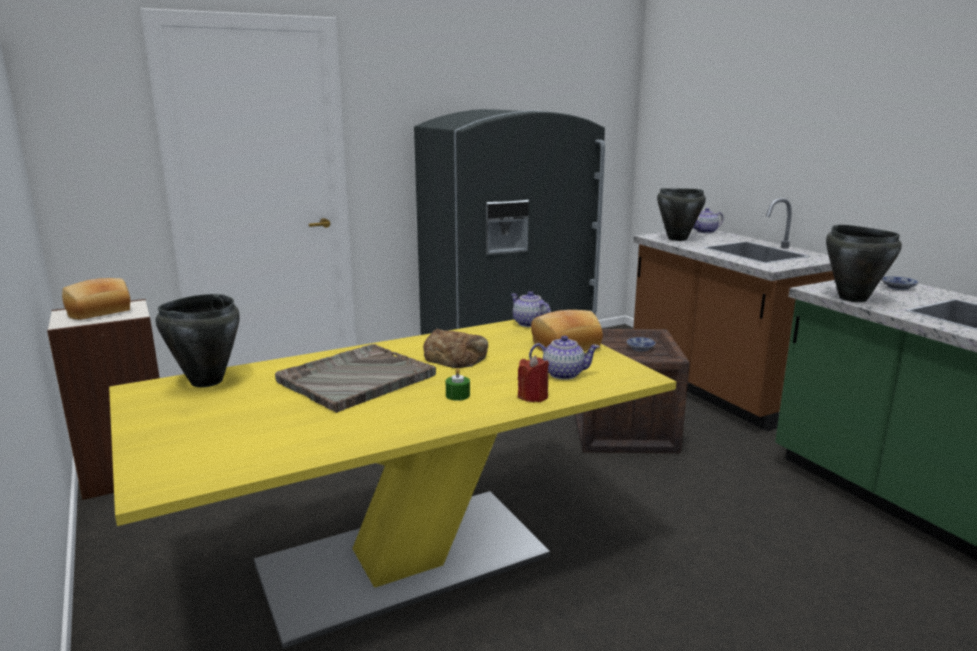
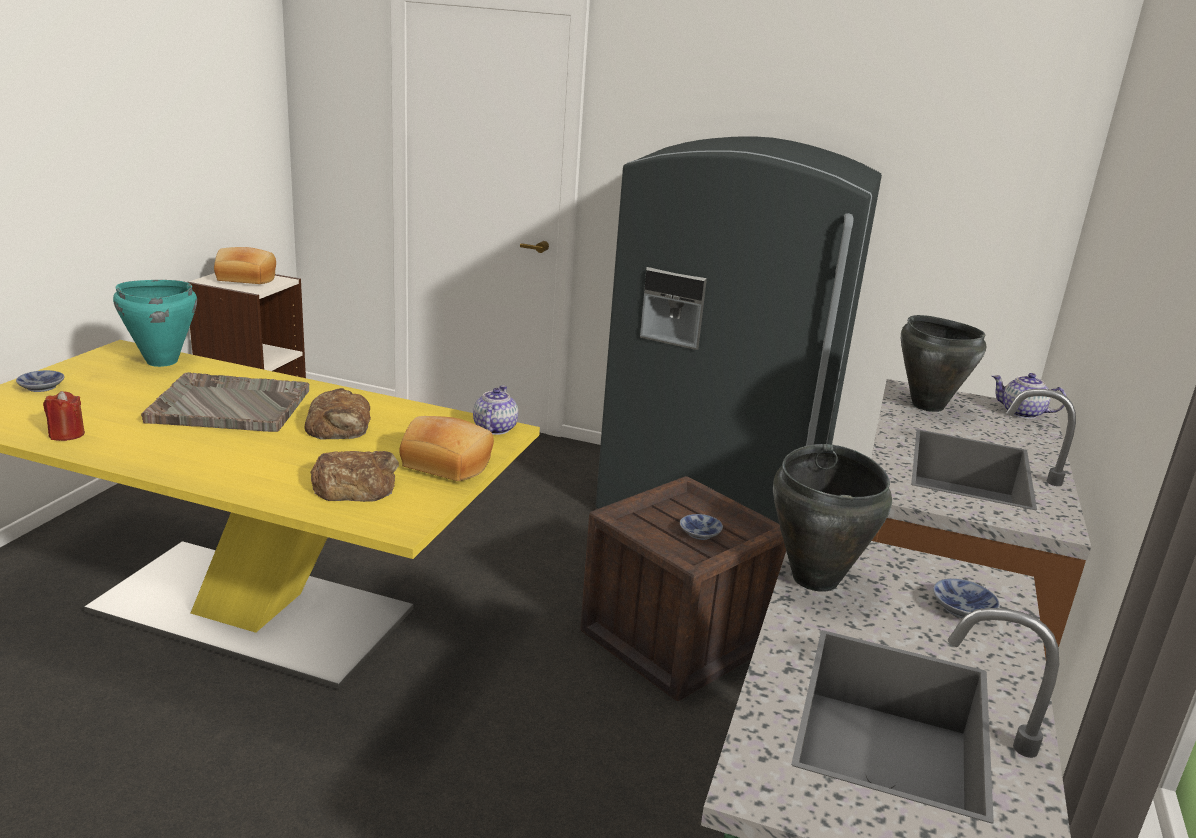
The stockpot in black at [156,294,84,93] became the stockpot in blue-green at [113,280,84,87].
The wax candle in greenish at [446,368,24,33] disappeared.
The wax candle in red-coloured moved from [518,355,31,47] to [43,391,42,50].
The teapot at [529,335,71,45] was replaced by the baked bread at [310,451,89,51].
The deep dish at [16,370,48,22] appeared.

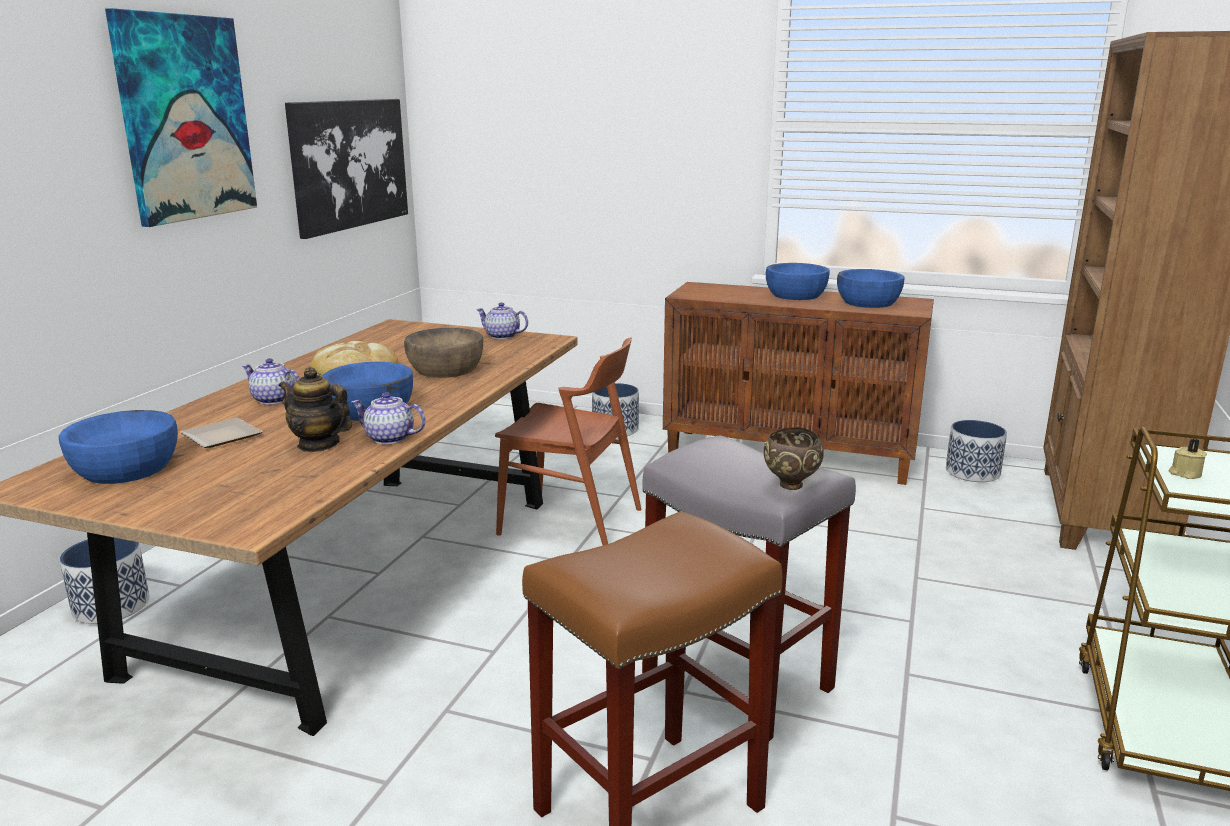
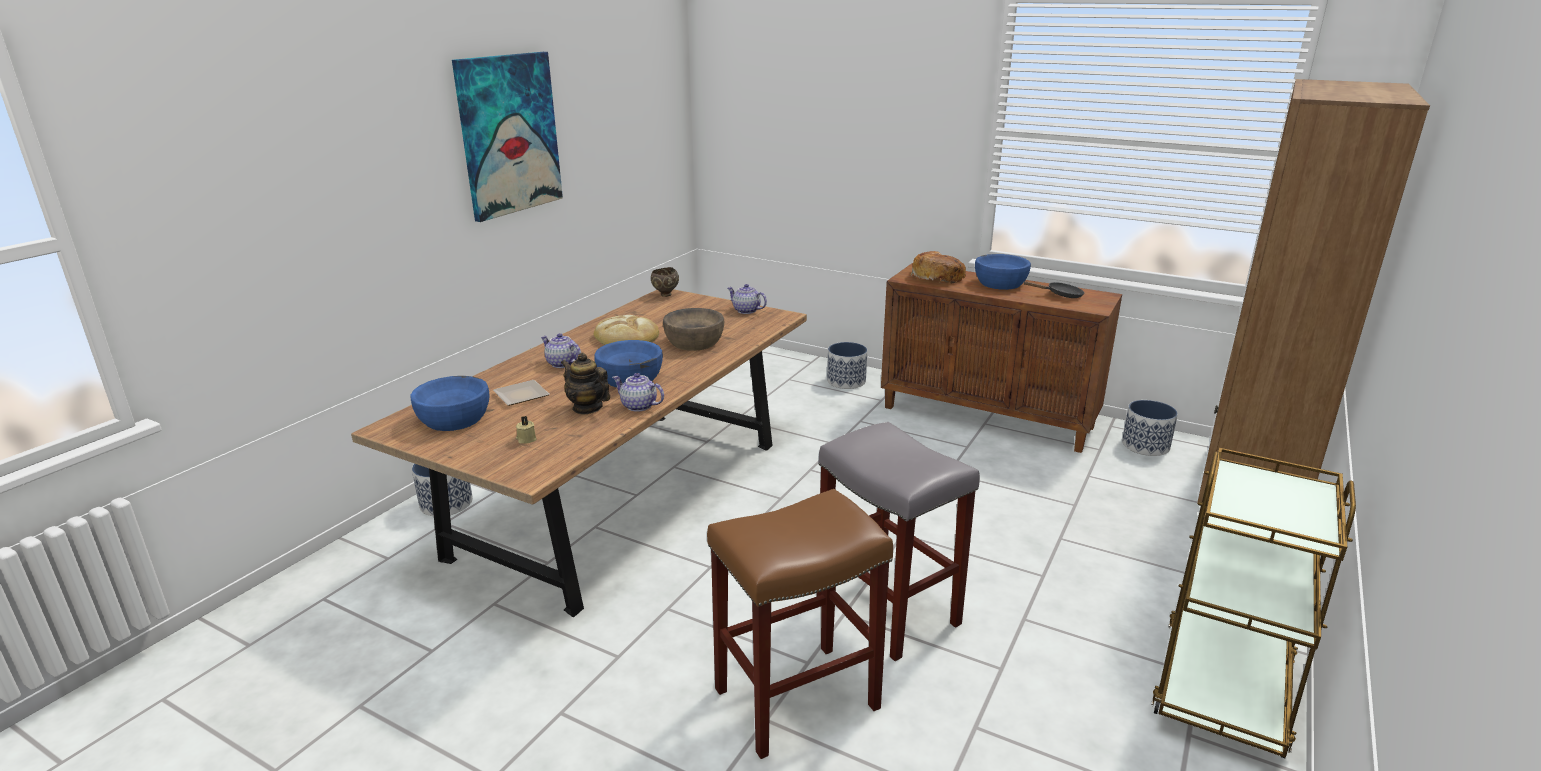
The picture at [285,99,123,140] disappeared.
The plain chair in brown-coloured at [495,337,146,208] disappeared.
The deep dish in brown-coloured moved from [764,427,60,63] to [651,267,28,30].
The deep dish in blue at [837,269,67,39] was replaced by the frying pan in black at [1024,281,60,17].
The wax candle in sand-coloured moved from [1168,439,39,40] to [516,416,21,28].
The baked bread at [910,251,56,33] appeared.

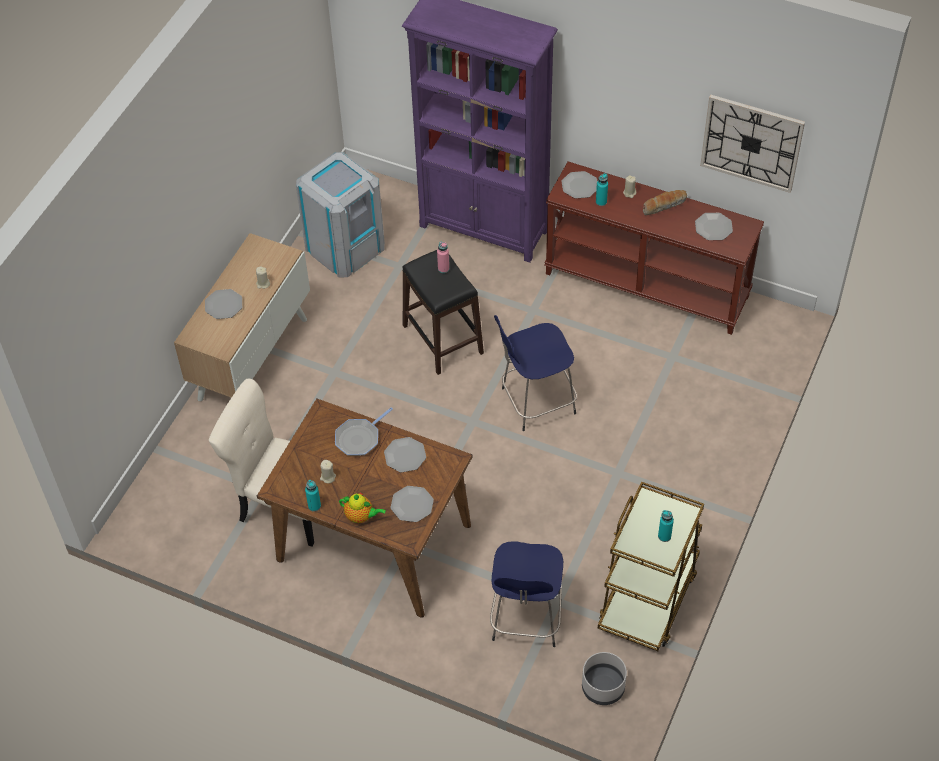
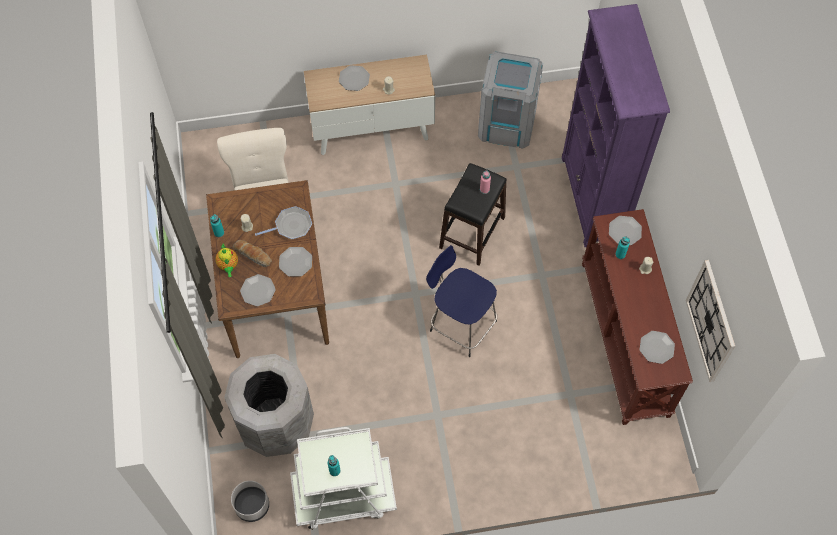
The frying pan at [335,407,58,49] turned 150 degrees clockwise.
The stool seat in blue at [490,541,73,106] was replaced by the trash can in gray at [224,354,90,103].
The trolley in brown-coloured at [598,481,106,170] became the trolley in white at [290,427,107,103].
The baked bread moved from [643,190,44,25] to [233,240,39,27].

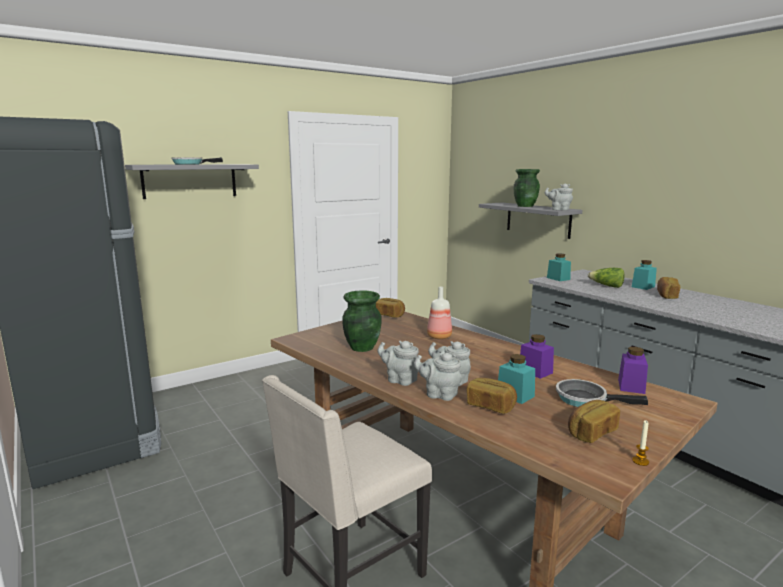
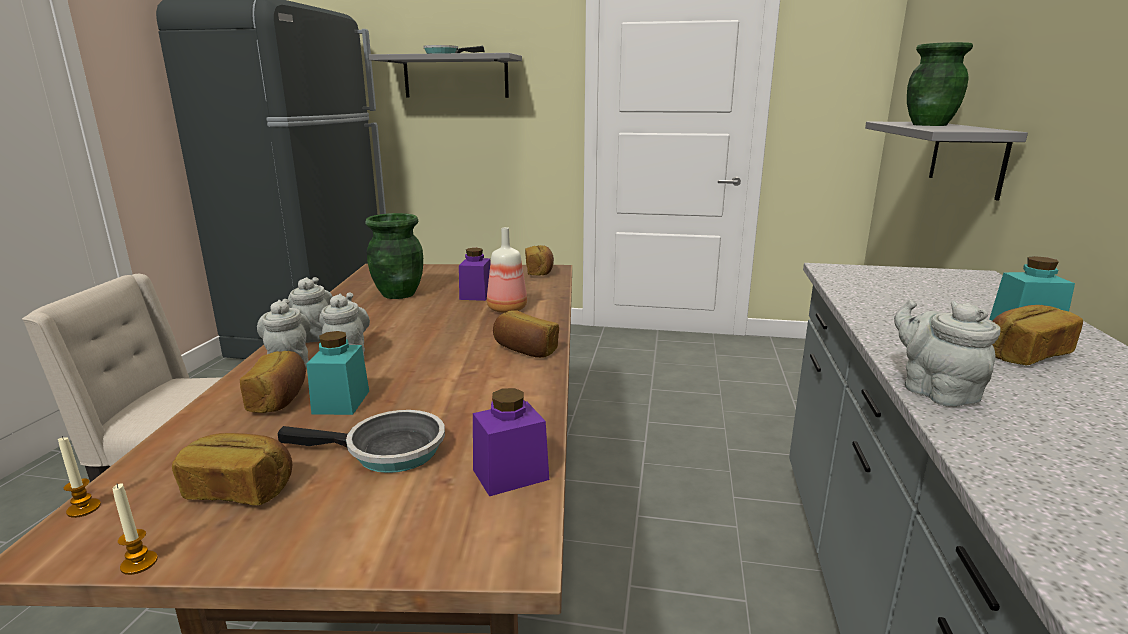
The preserve jar in purple-coloured moved from [520,334,34,45] to [459,248,32,53].
The teapot in gray moved from [545,184,28,26] to [894,300,107,107].
The preserve jar in blue-green at [547,253,24,28] disappeared.
The frying pan at [556,379,92,28] turned 120 degrees clockwise.
The lettuce at [588,268,37,20] disappeared.
The wax candle at [58,436,43,82] appeared.
The baked bread at [493,310,66,48] appeared.

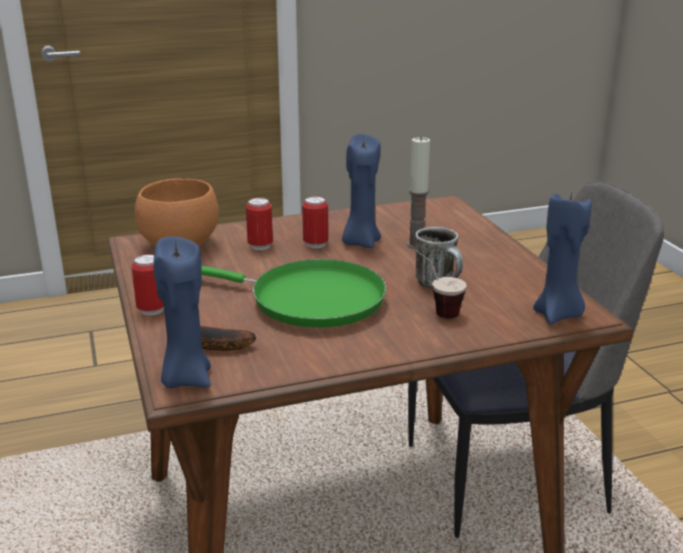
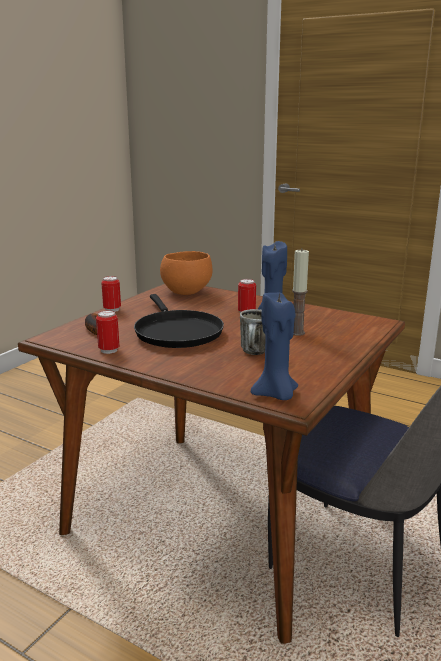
The wax candle in blue at [153,236,58,152] disappeared.
The frying pan in greenish at [202,259,184,69] became the frying pan in black at [134,294,90,54].
The sealed can moved from [246,197,27,53] to [96,310,23,44].
The drinking cup at [415,250,52,69] disappeared.

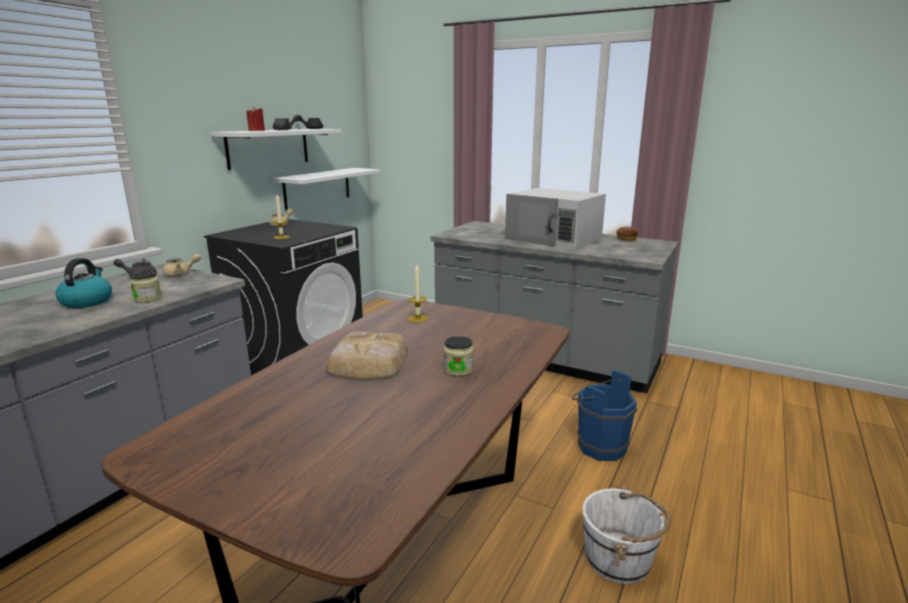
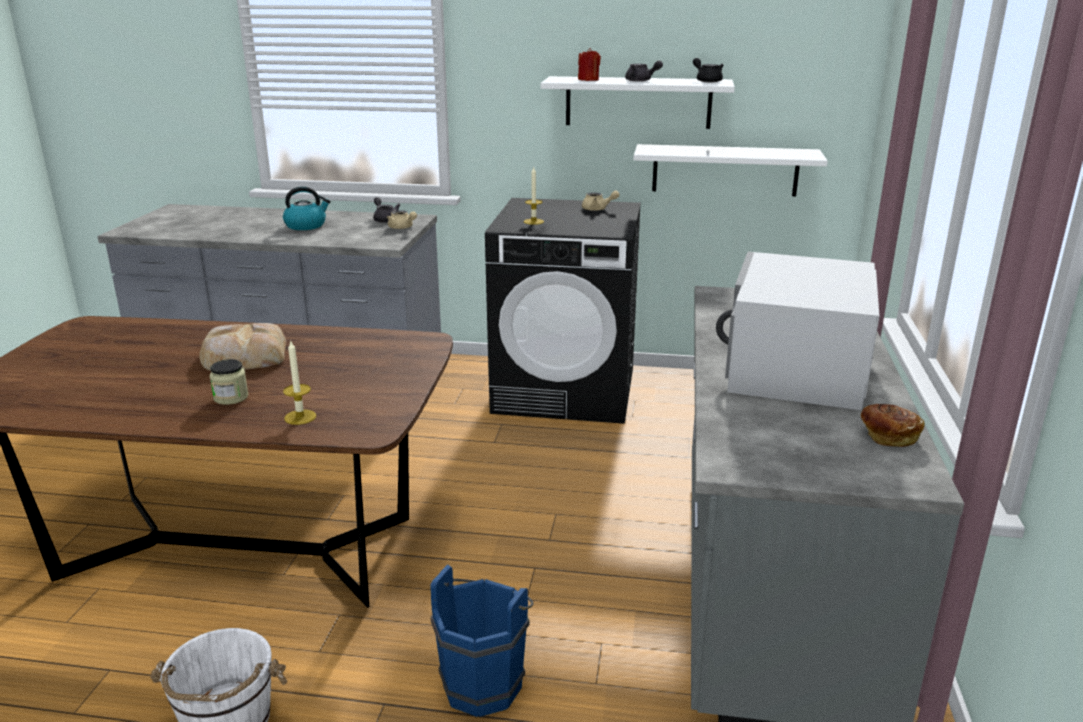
The preserve jar at [130,271,32,32] disappeared.
The wax candle moved from [408,265,21,58] to [283,341,33,84].

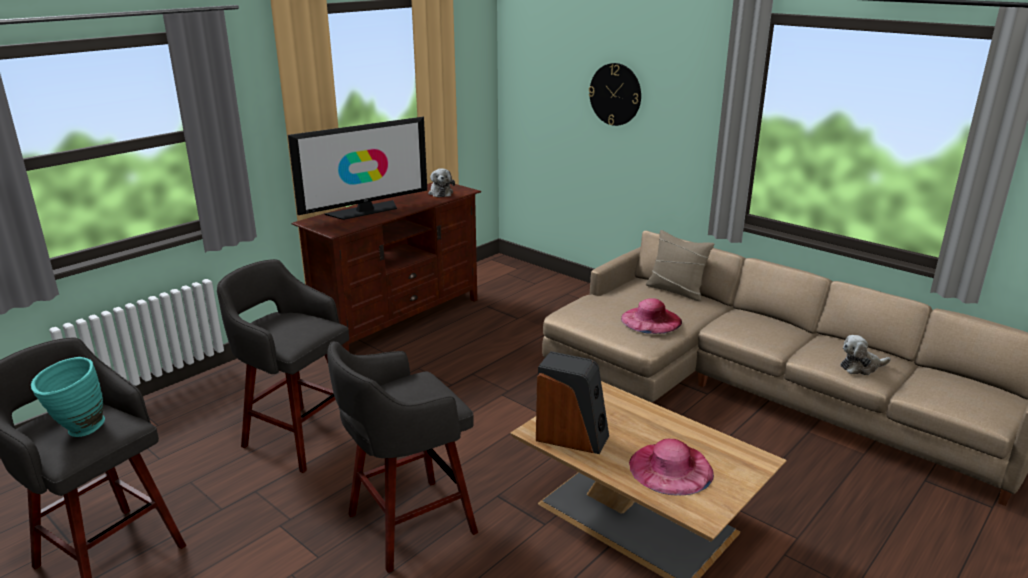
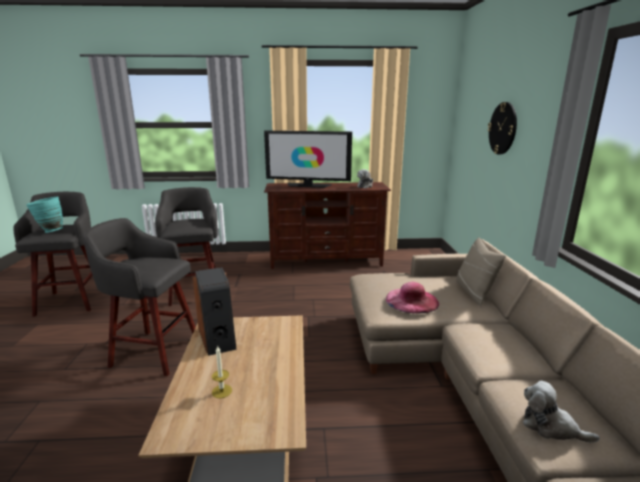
The hat in pinkish at [629,439,85,56] was replaced by the wax candle at [212,345,20,53].

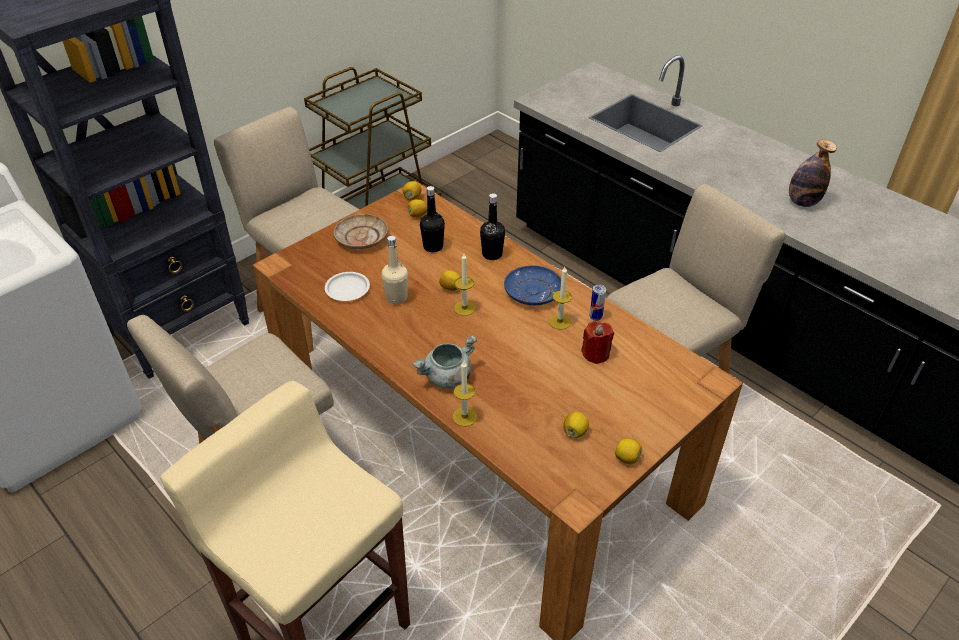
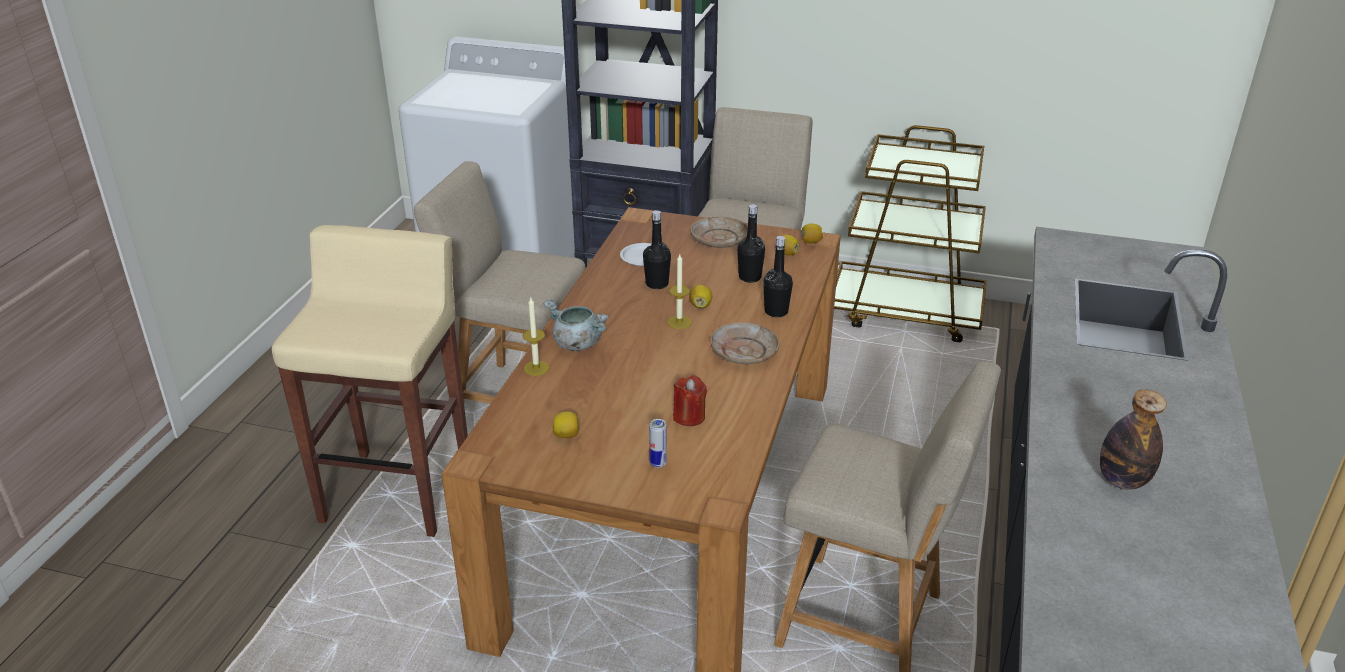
The beverage bottle in sand-coloured at [381,236,27,68] became the beverage bottle in black at [643,210,28,79].
The dinner plate in blue at [504,265,57,40] became the dinner plate in sand-coloured at [710,322,70,42].
The wax candle at [549,267,23,63] disappeared.
The sealed can moved from [590,285,16,36] to [649,419,18,49].
The whole lemon at [615,438,27,26] disappeared.

